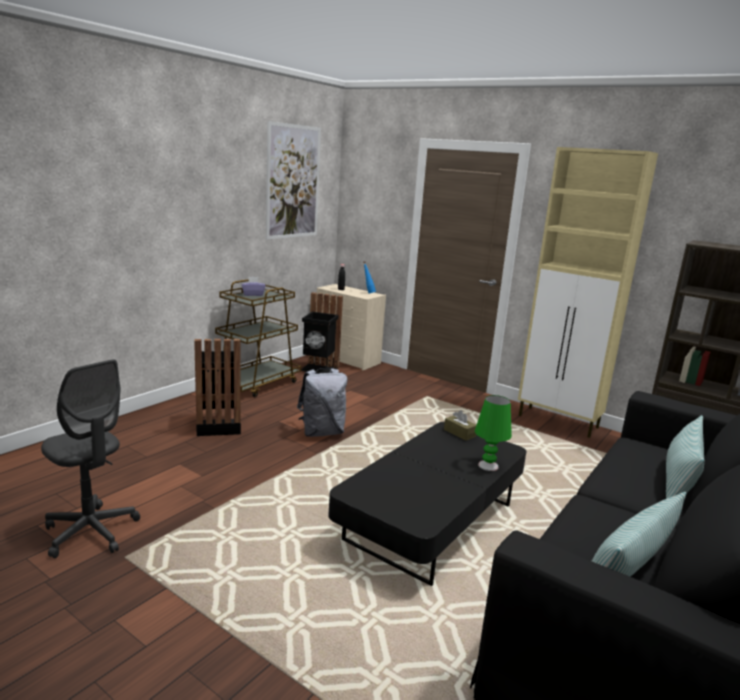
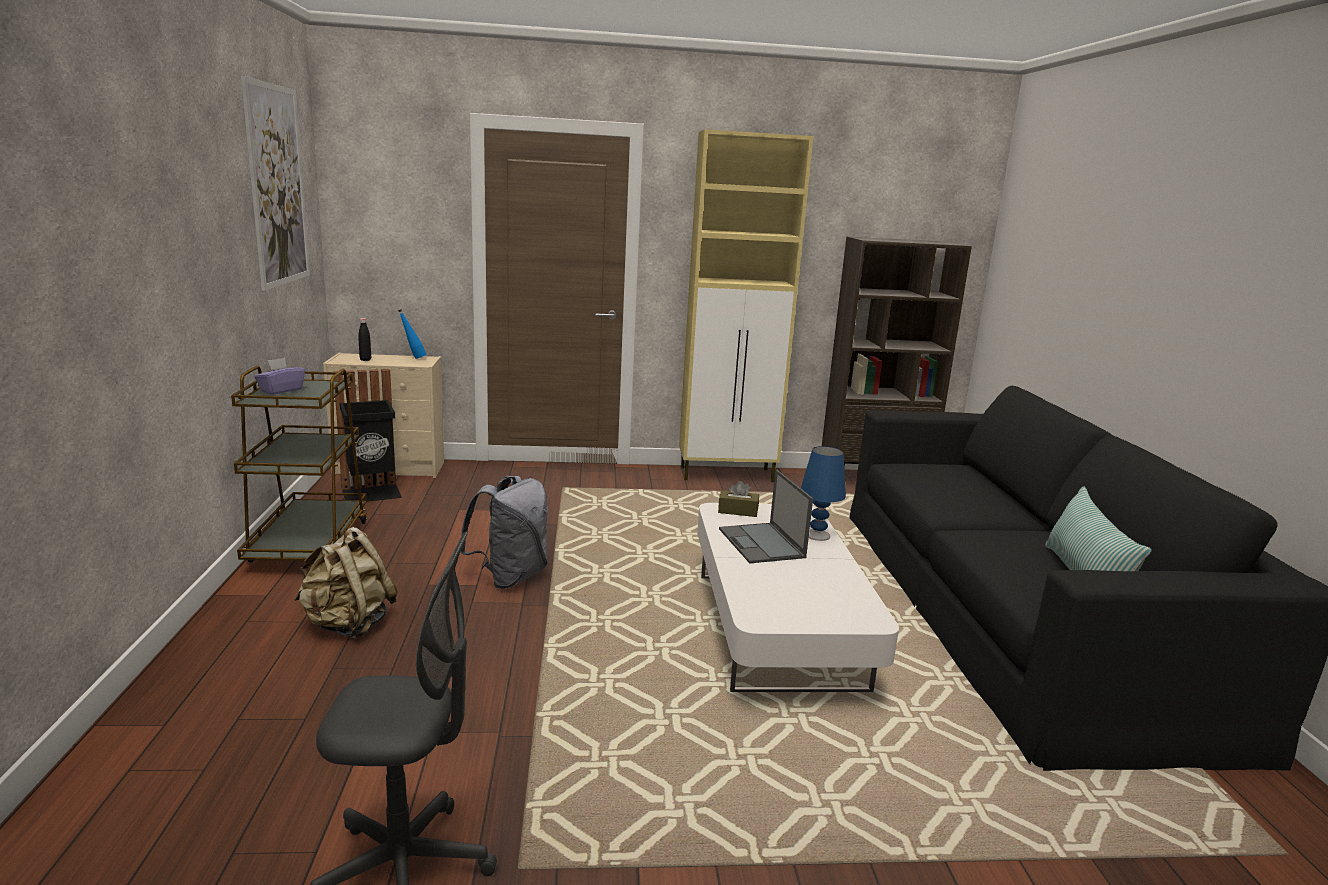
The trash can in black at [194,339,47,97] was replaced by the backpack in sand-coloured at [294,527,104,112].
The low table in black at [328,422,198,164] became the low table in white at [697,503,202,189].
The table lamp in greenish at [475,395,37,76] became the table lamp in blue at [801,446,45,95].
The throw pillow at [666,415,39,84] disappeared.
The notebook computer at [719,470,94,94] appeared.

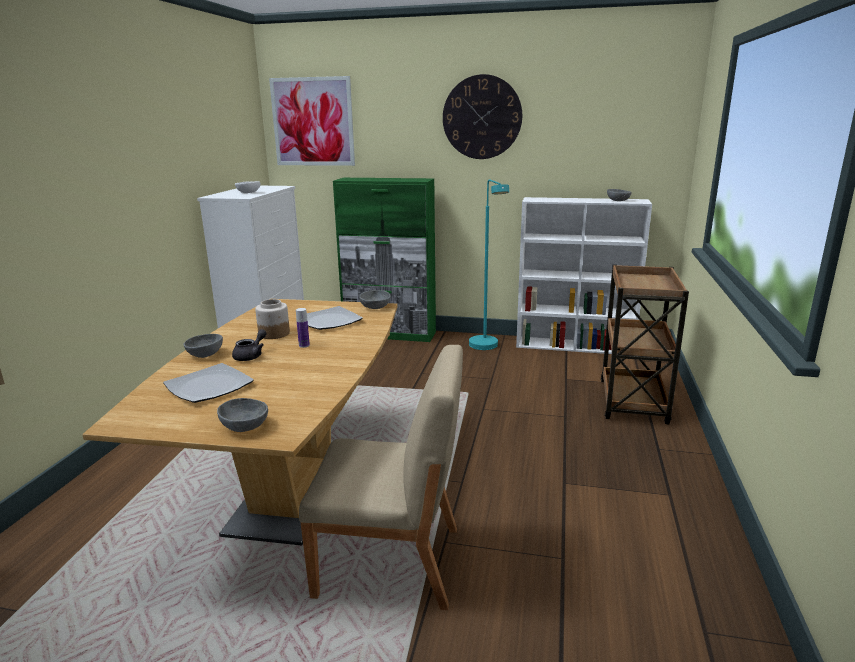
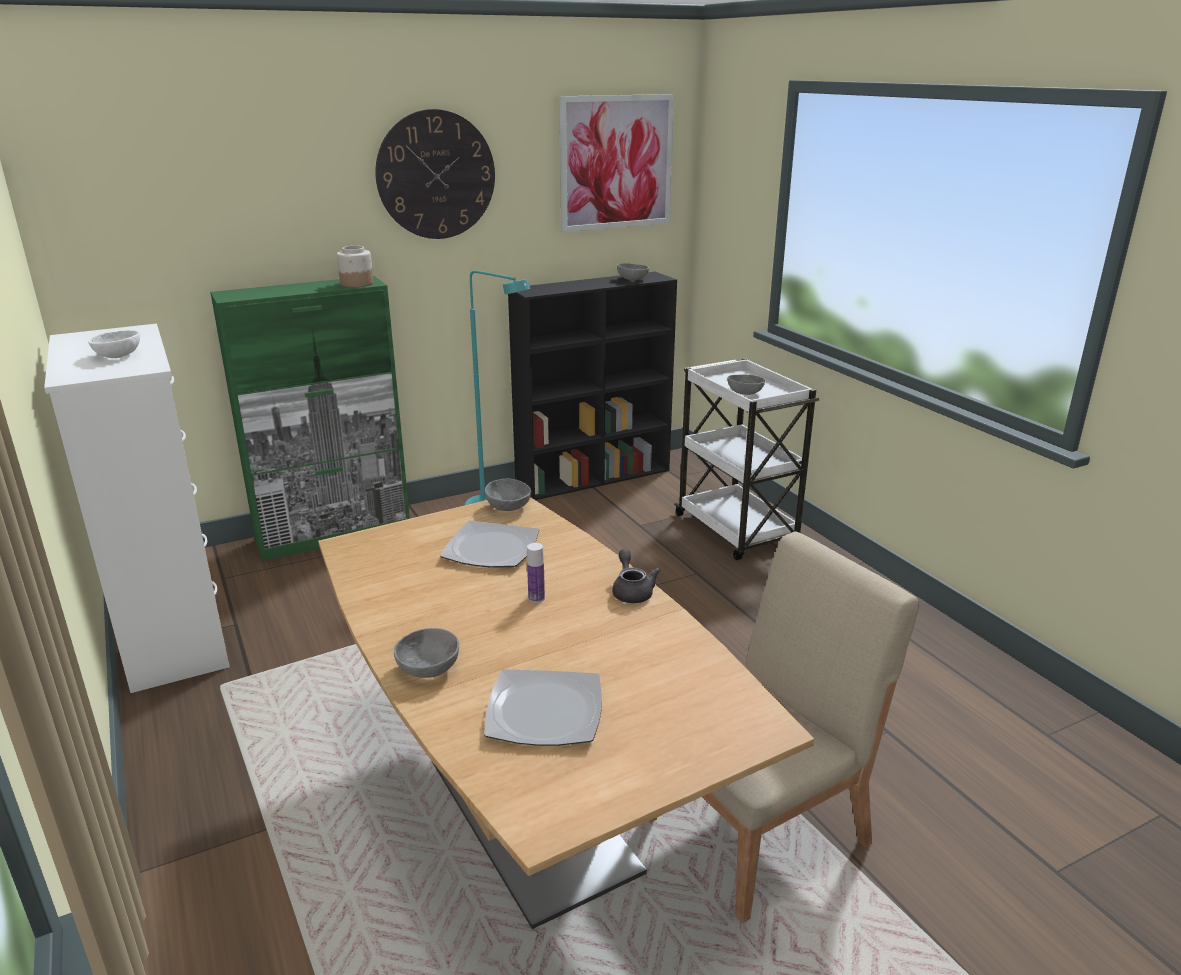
The deep dish in gray moved from [217,398,51,34] to [727,374,38,21].
The teapot in gray moved from [232,329,35,32] to [612,549,48,54].
The preserve jar moved from [255,299,35,40] to [337,246,37,41].
The picture moved from [269,76,86,90] to [559,94,116,138].
The shelving unit in white at [516,197,136,157] became the shelving unit in black at [508,272,169,228].
The trolley in brown-coloured at [601,264,88,160] became the trolley in white at [674,358,145,202].

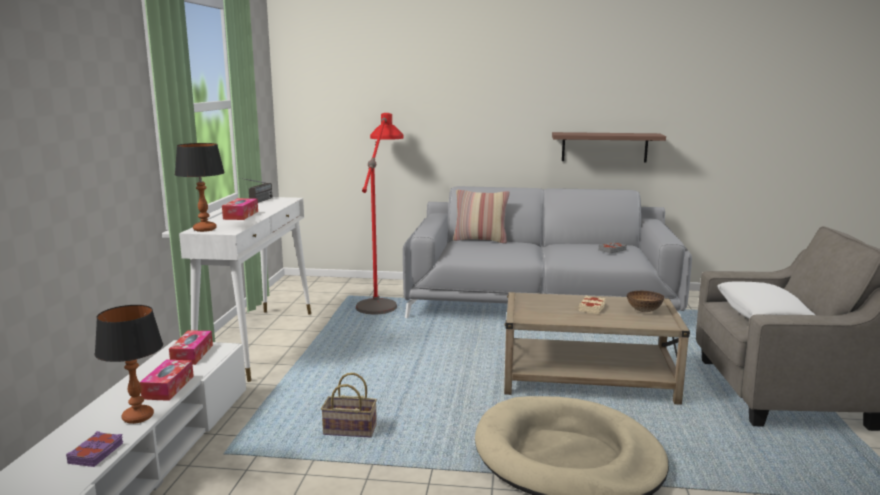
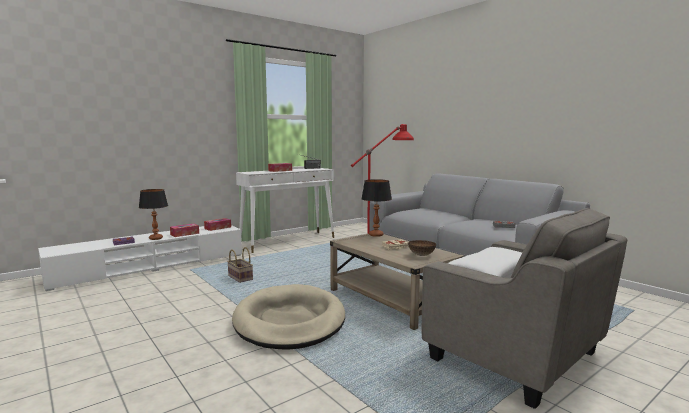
The table lamp moved from [175,143,50,89] to [362,179,30,58].
The throw pillow at [453,190,57,54] disappeared.
The bracket shelf at [552,132,114,31] disappeared.

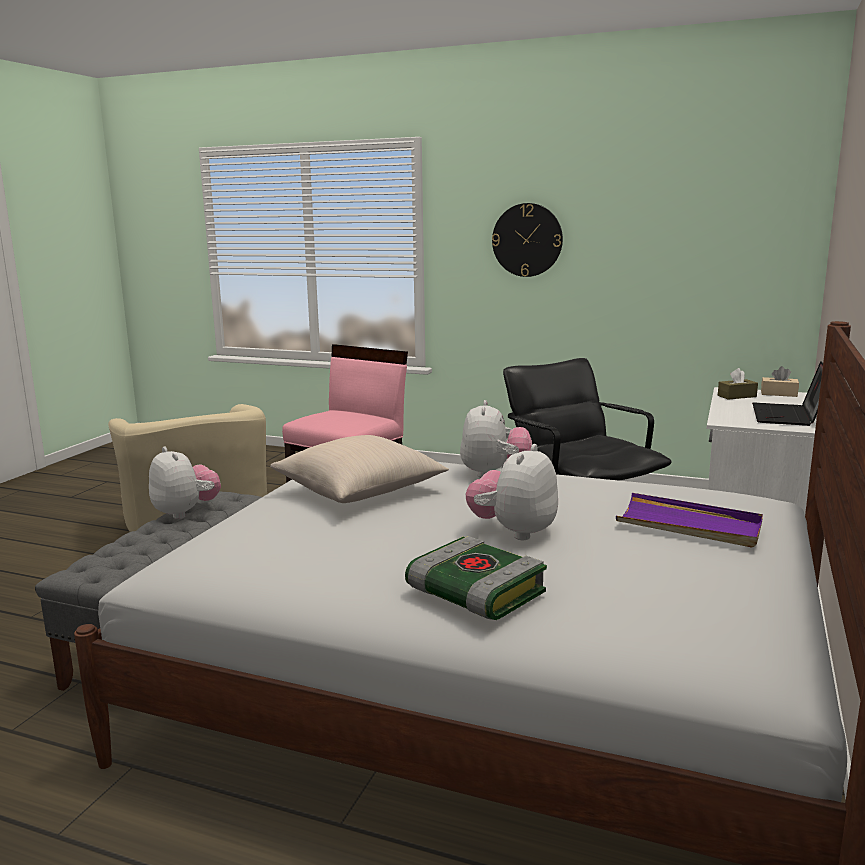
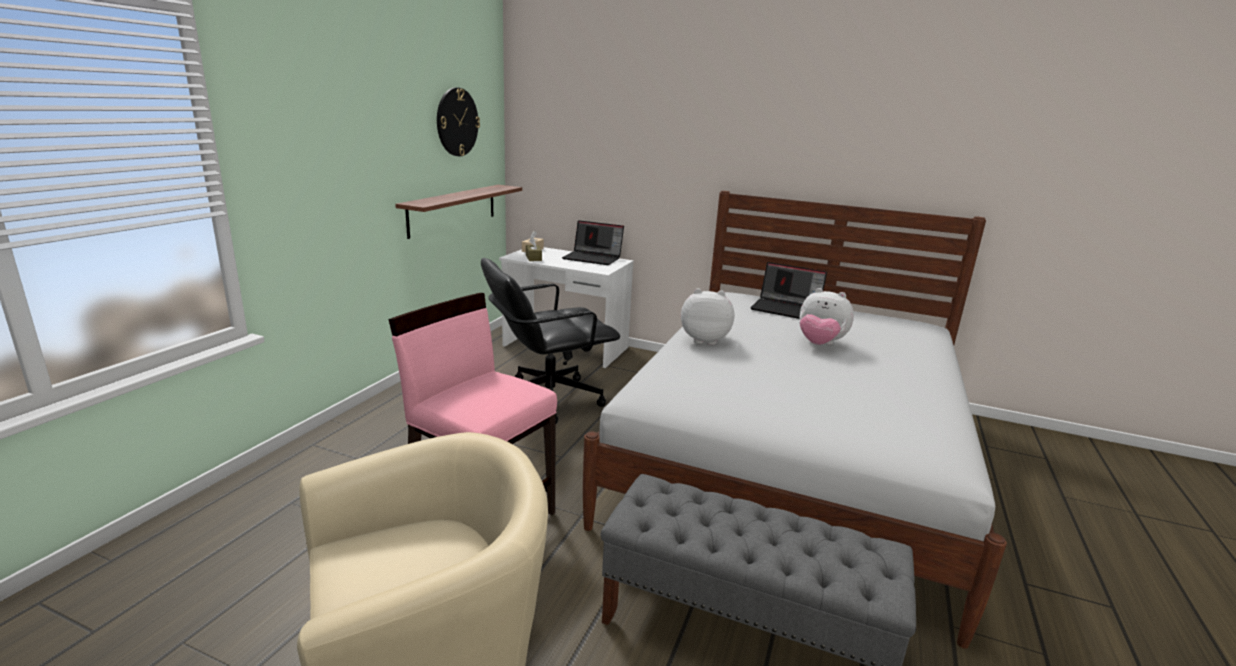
The soft toy at [149,446,72,73] disappeared.
The throw pillow in sand-coloured at [270,435,179,68] disappeared.
The book at [405,536,142,84] disappeared.
The wall clock moved from [492,203,71,74] to [437,87,43,69].
The serving tray in purple-coloured at [616,493,147,54] was replaced by the notebook computer at [750,262,77,57].
The bracket shelf at [395,185,127,54] appeared.

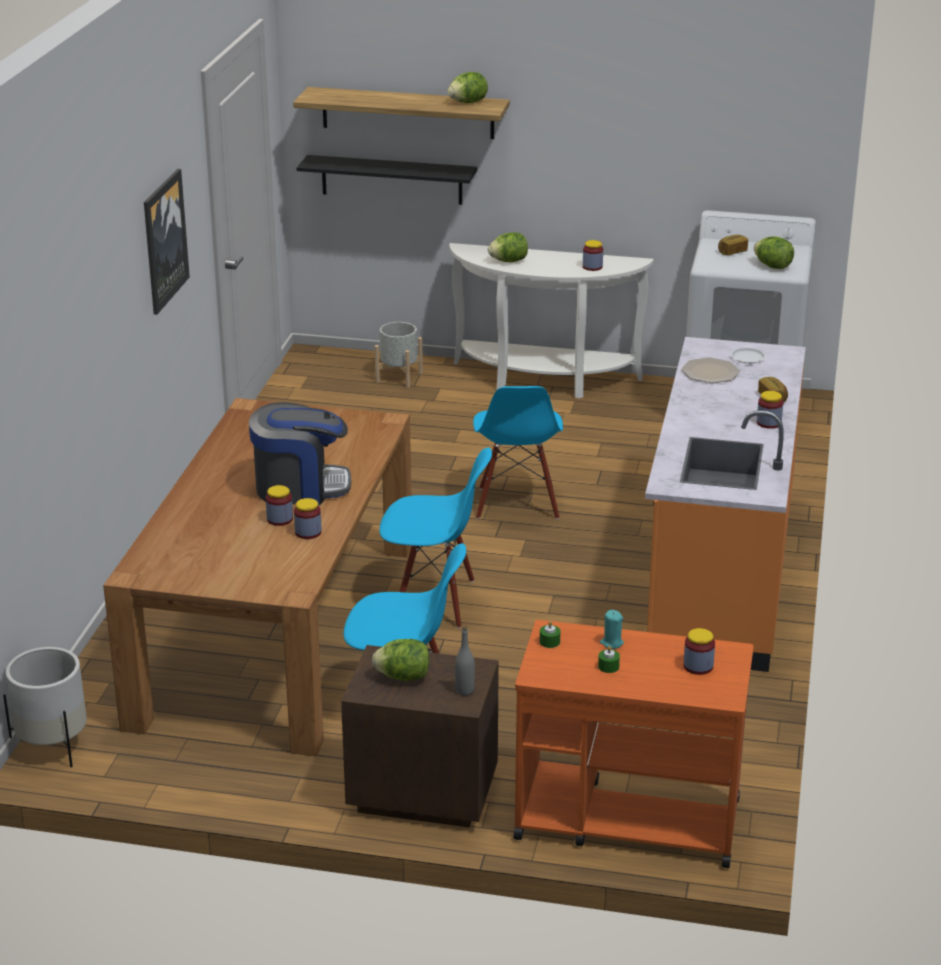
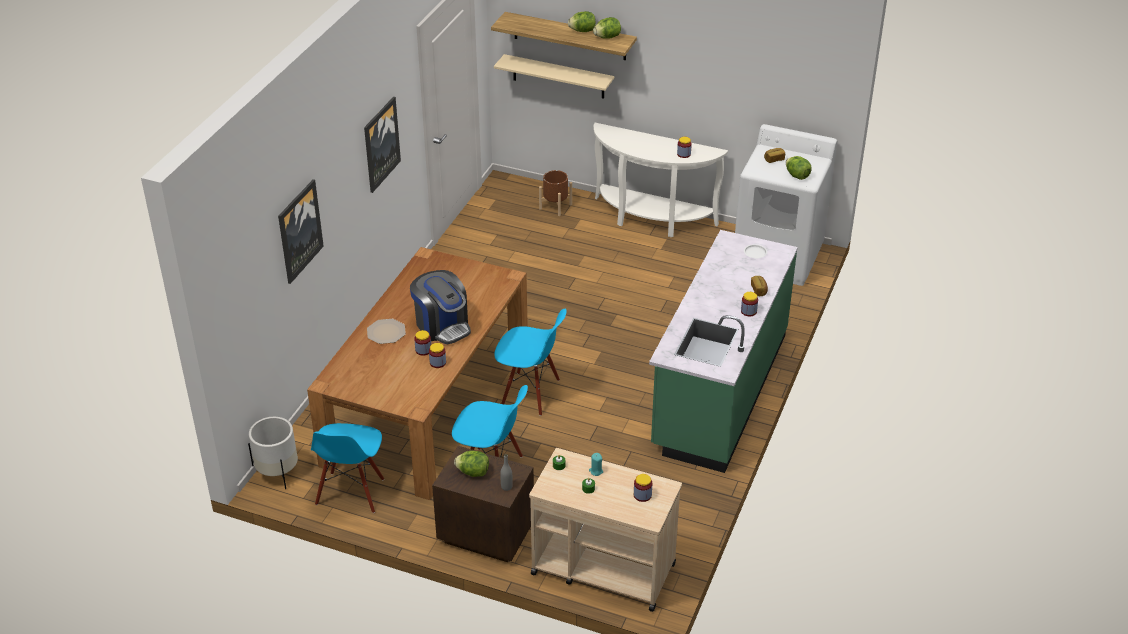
The coffee brewer at [249,402,102,103] turned 45 degrees clockwise.
The bracket shelf in black at [297,155,180,50] became the bracket shelf in sand-coloured at [494,54,120,45].
The plant pot in gray at [375,322,48,66] became the plant pot in brown-coloured at [539,170,33,46].
The plain chair in blue moved from [473,386,90,133] to [311,423,73,90].
The lettuce moved from [488,232,40,30] to [568,11,28,21].
The trolley in orangey at [514,620,240,248] became the trolley in sand-coloured at [529,448,153,164].
The counter in orangey at [645,337,161,335] became the counter in greenish at [649,230,149,243].
The dinner plate moved from [681,357,59,26] to [367,319,39,25].
The picture at [278,179,46,105] appeared.

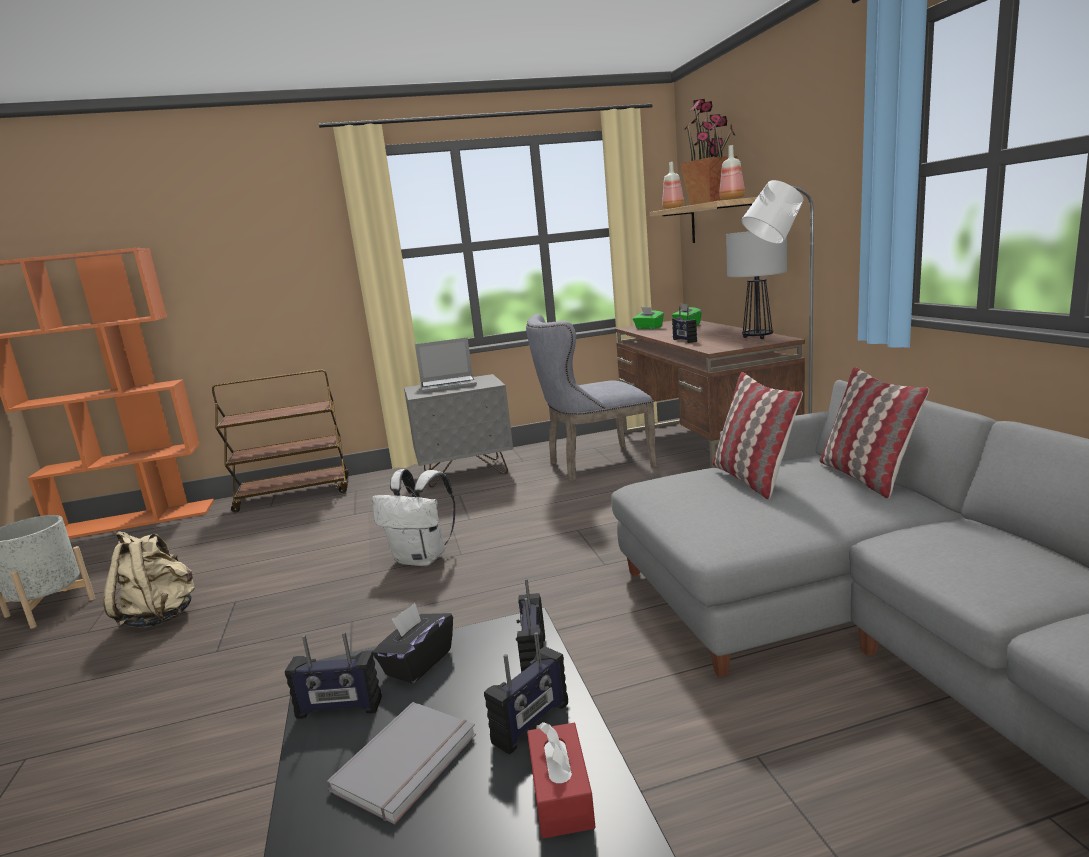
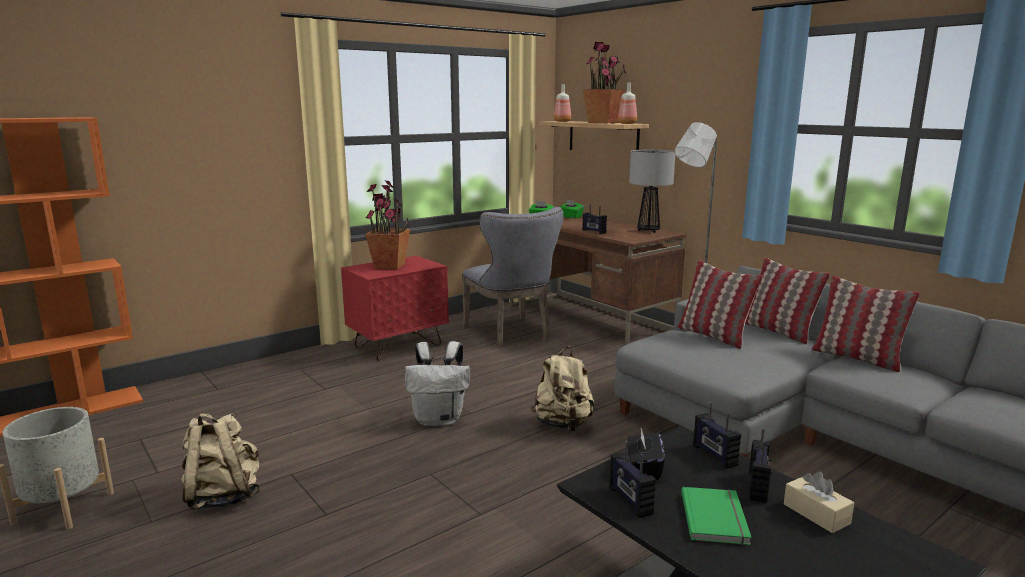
The trolley in brown-coloured at [212,369,136,144] disappeared.
The radio receiver at [285,632,97,87] turned 90 degrees clockwise.
The book in gray at [327,702,149,123] became the book in greenish at [681,487,71,58].
The nightstand in gray at [404,374,109,113] became the nightstand in red-coloured at [341,256,108,105].
The notebook computer at [415,337,62,56] was replaced by the potted plant at [365,180,45,89].
The plain chair in gray at [526,314,131,167] turned 75 degrees counterclockwise.
The tissue holder in red-coloured at [527,722,69,116] became the tissue holder in sand-coloured at [784,472,70,61].
The backpack in sand-coloured at [531,346,64,86] appeared.
The throw pillow at [812,276,108,96] appeared.

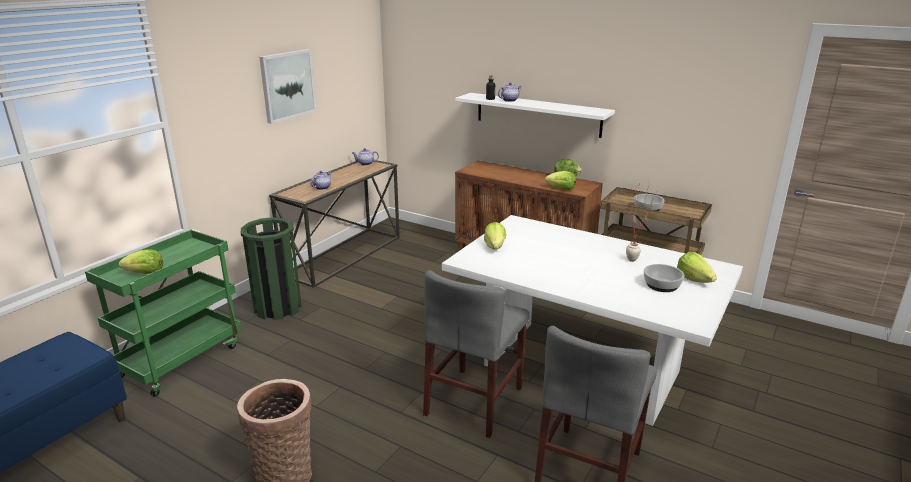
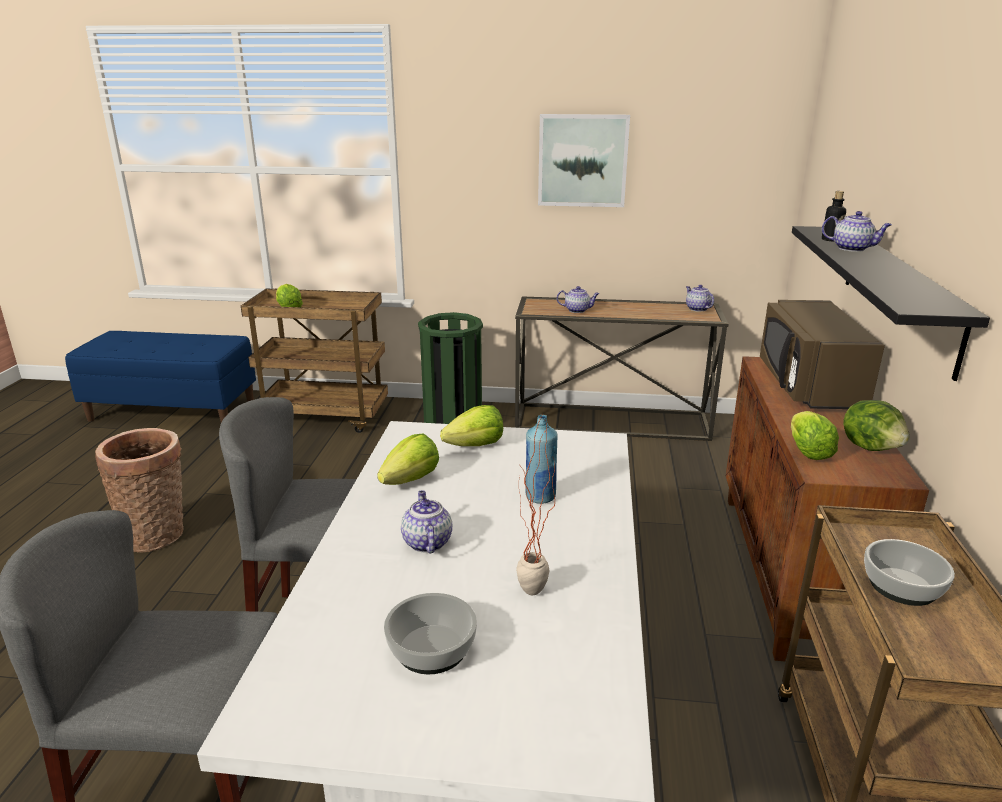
The trolley in greenish at [85,230,157,167] became the trolley in brown-coloured at [241,288,147,145].
The bracket shelf in white at [455,93,160,45] became the bracket shelf in black at [792,226,198,155].
The lettuce moved from [677,252,40,31] to [377,433,62,52].
The teapot at [401,491,51,62] appeared.
The beverage bottle in blue at [526,415,32,89] appeared.
The microwave oven in brown-coloured at [760,300,125,109] appeared.

